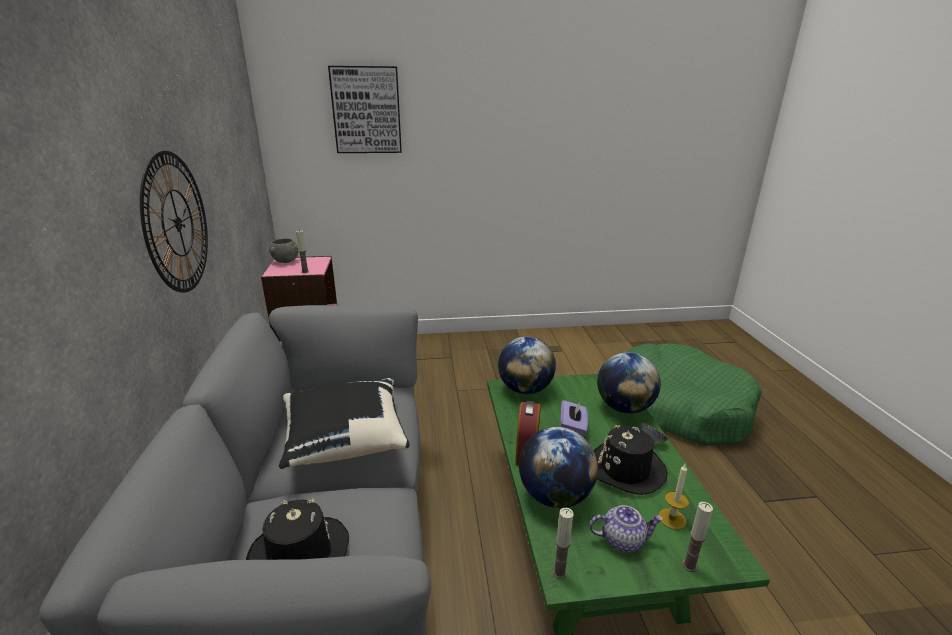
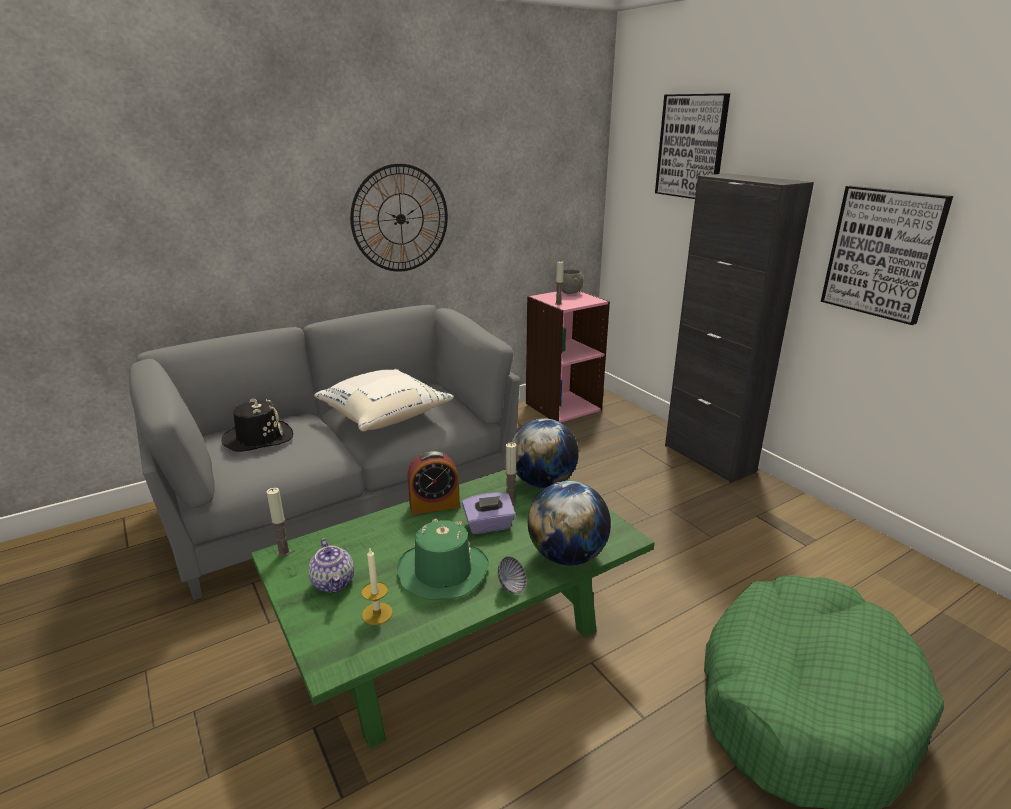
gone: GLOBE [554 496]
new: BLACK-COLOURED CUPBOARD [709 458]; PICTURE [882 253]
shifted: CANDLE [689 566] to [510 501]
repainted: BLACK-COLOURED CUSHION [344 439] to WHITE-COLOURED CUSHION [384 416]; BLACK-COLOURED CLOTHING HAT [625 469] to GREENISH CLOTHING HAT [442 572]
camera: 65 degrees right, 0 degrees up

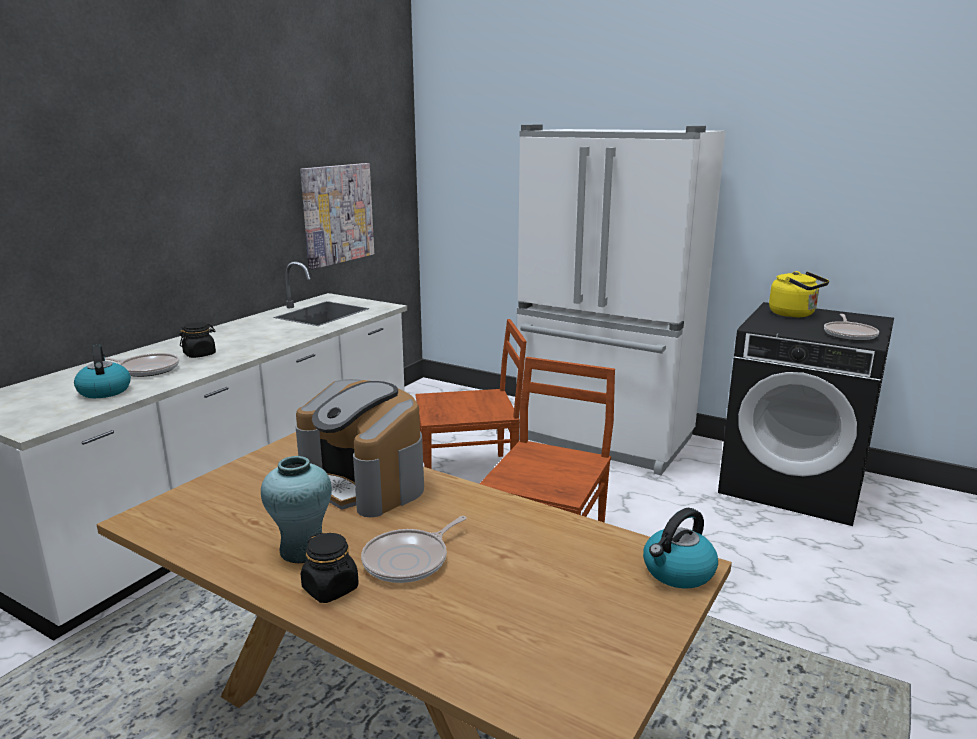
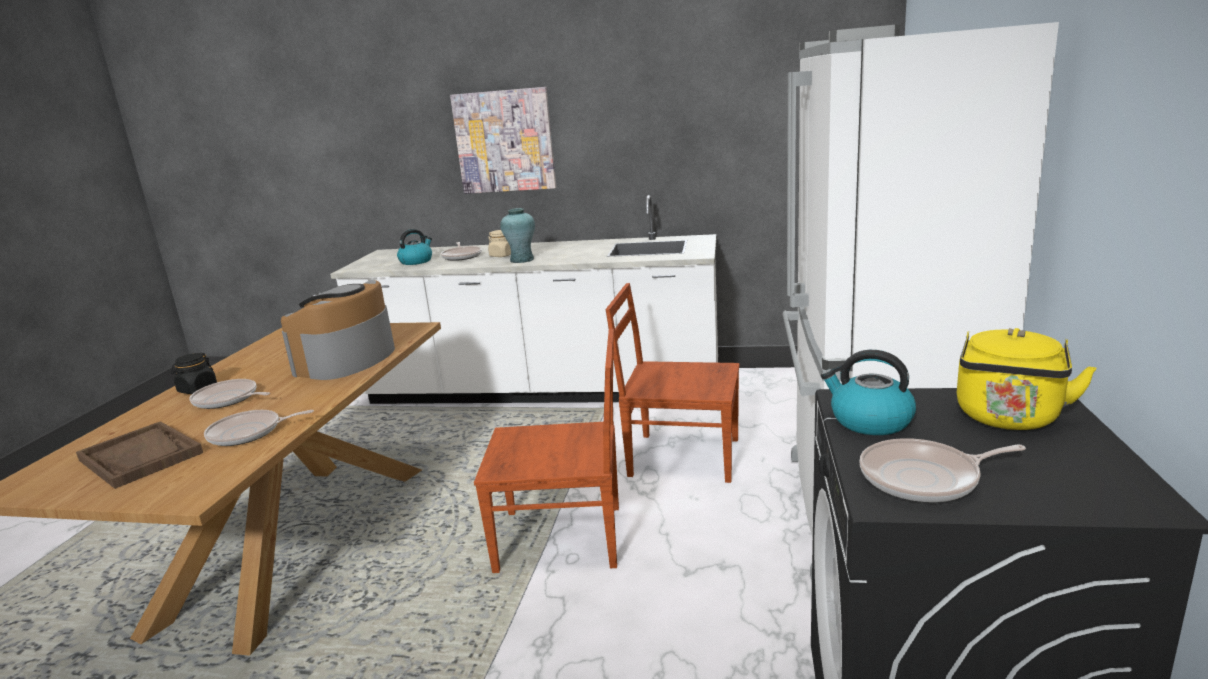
new: BROWN TRAY [141 456]; FRYING PAN [249 433]
shifted: TURQUOISE-COLOURED DECORATIVE VASE [303 550] to [521 260]; PICTURE [337 214] to [504 141]; WATER KETTLE [678 572] to [869 421]
repainted: BLACK-COLOURED PRESERVE JAR [200 354] to SAND-COLOURED PRESERVE JAR [502 255]
rotated: BROWN PLAIN CHAIR [469 474] = [681 457] 135 degrees clockwise
camera: 70 degrees right, 0 degrees up

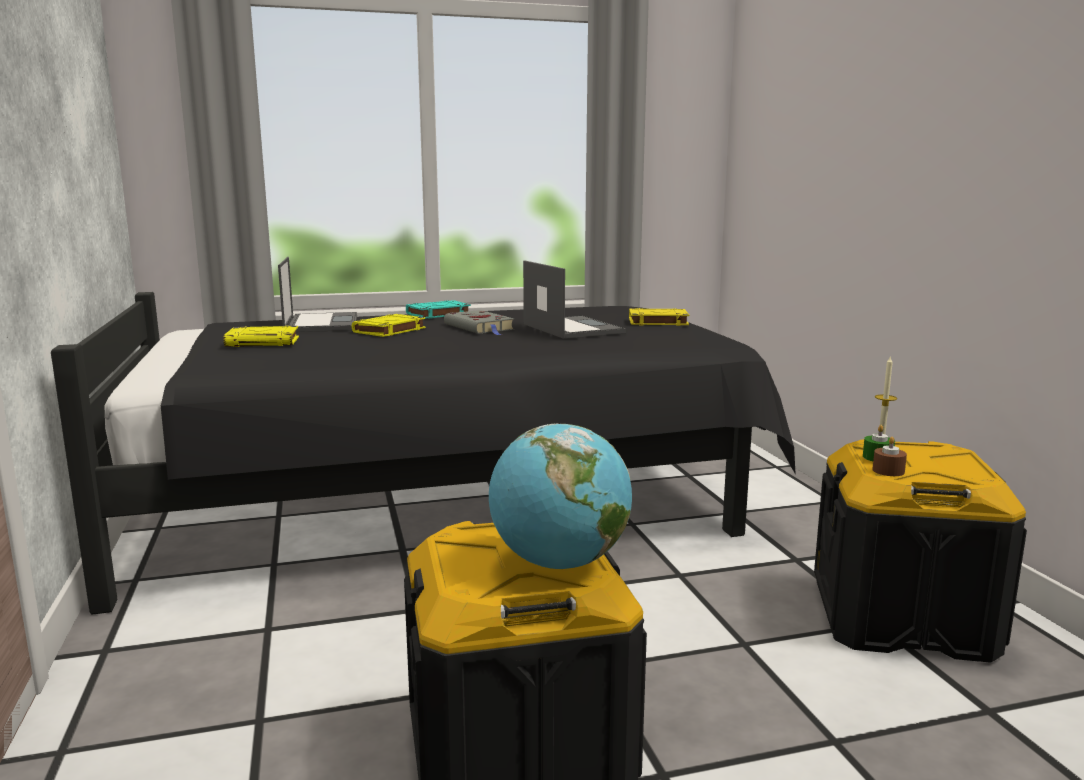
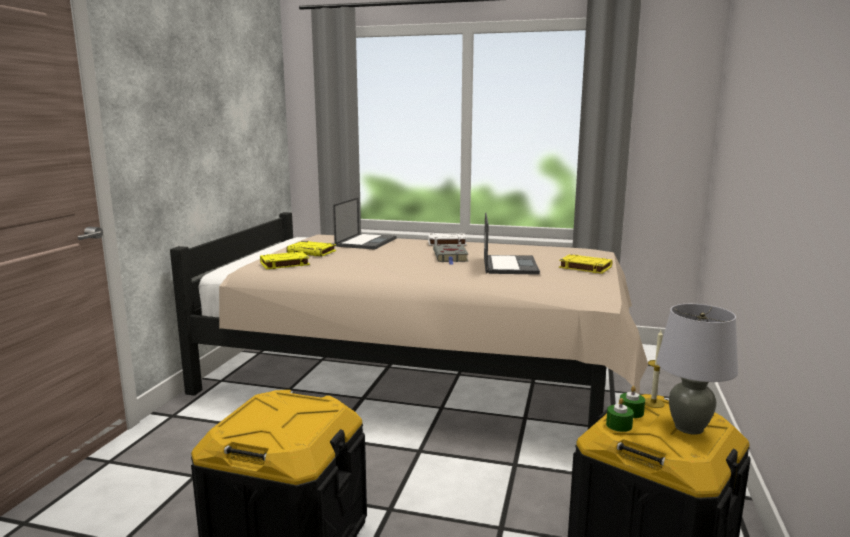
gone: GLOBE [559 563]
new: GREY TABLE LAMP [688 427]
shifted: YELLOW VOLUME [389 330] to [284 264]
repainted: BLACK-COLOURED BEDROOM BED [449 501] to SAND-COLOURED BEDROOM BED [424 372]; TURQUOISE-COLOURED VOLUME [437 314] to WHITE-COLOURED VOLUME [446 242]; BROWN CANDLE [888 471] to GREENISH CANDLE [619 425]
camera: 30 degrees right, 0 degrees up

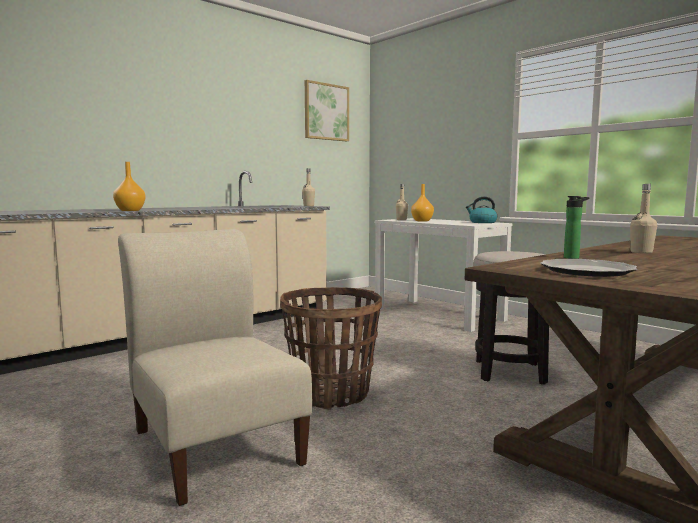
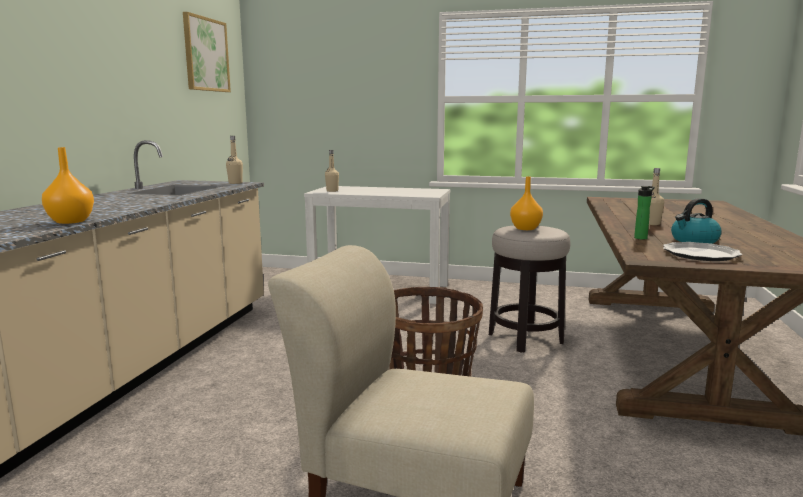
shifted: ORANGE-COLOURED DECORATIVE VASE [421 221] to [525 228]; WATER KETTLE [482 222] to [694 241]
camera: 35 degrees left, 5 degrees up

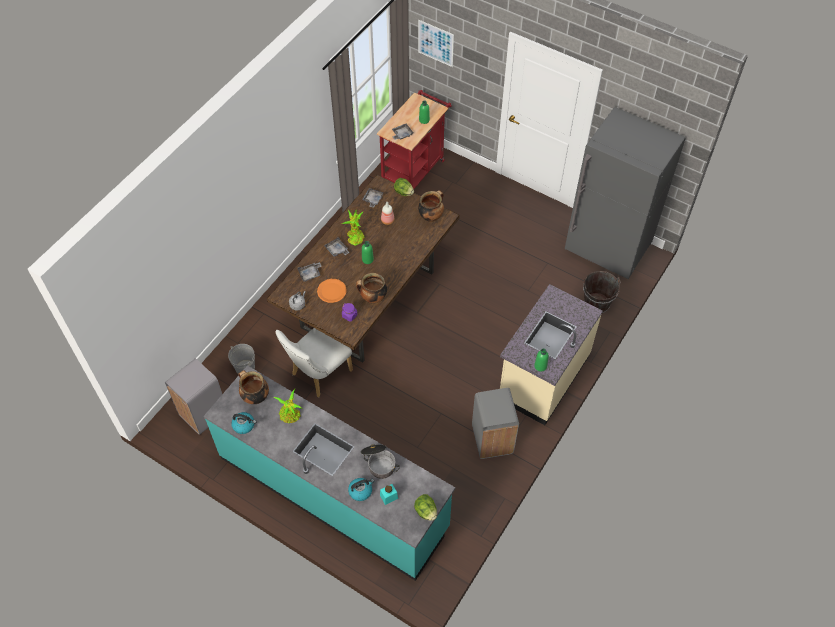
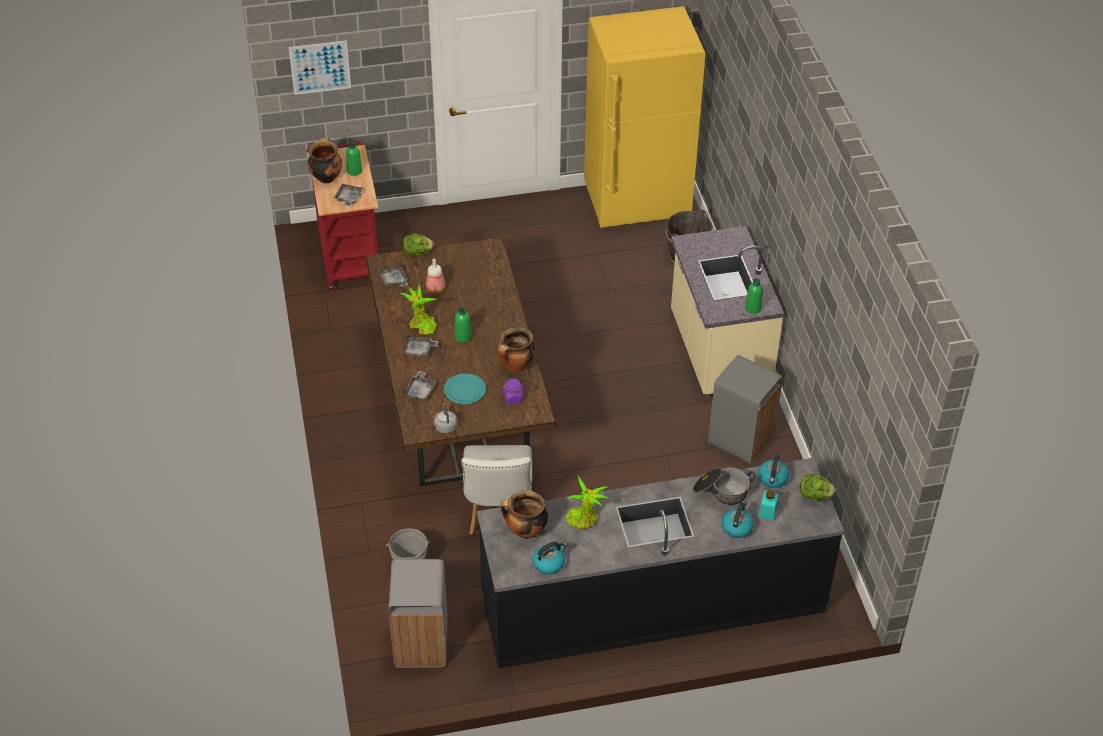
new: WATER KETTLE [773 479]
shifted: COOKING POT [431 216] to [326 177]
repainted: TURQUOISE-COLOURED KITCHEN COUNTER [333 492] to BLACK-COLOURED KITCHEN COUNTER [652 603]; ORANGE-COLOURED DINNER PLATE [332 291] to TURQUOISE-COLOURED DINNER PLATE [465 390]; GREY REFRIGERATOR [607 249] to YELLOW REFRIGERATOR [637 205]
camera: 45 degrees left, 10 degrees down

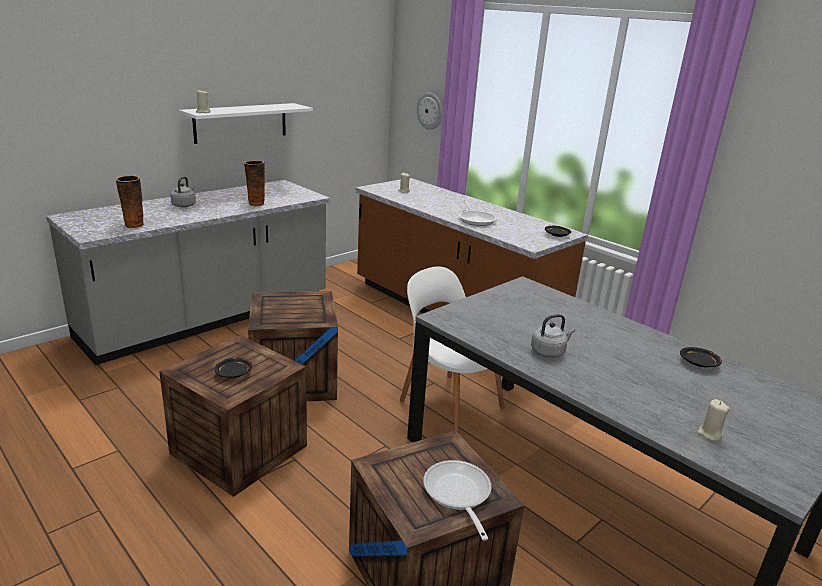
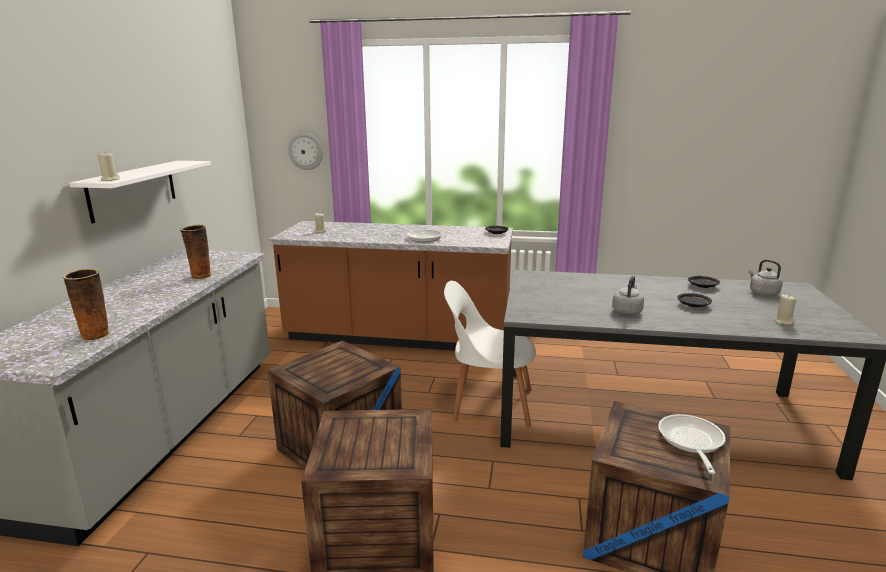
shifted: GREY WATER KETTLE [184 205] to [762 292]; BLACK-COLOURED DINNER PLATE [234 373] to [693 305]
rotated: FRYING PAN [458 495] = [691 442] 60 degrees clockwise
camera: 35 degrees left, 5 degrees down

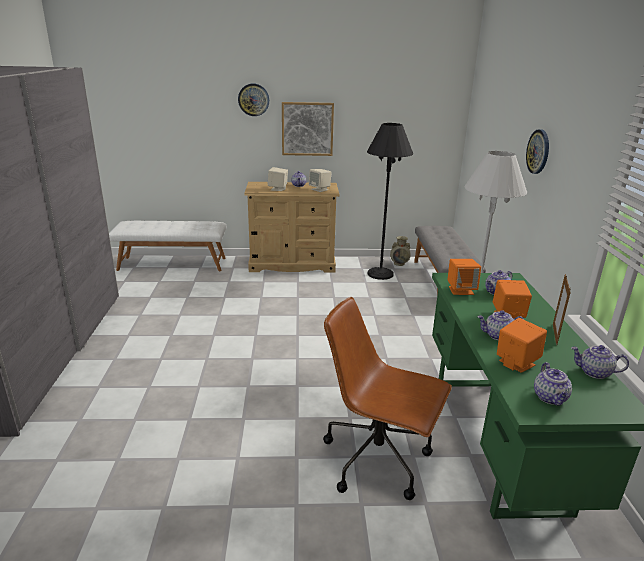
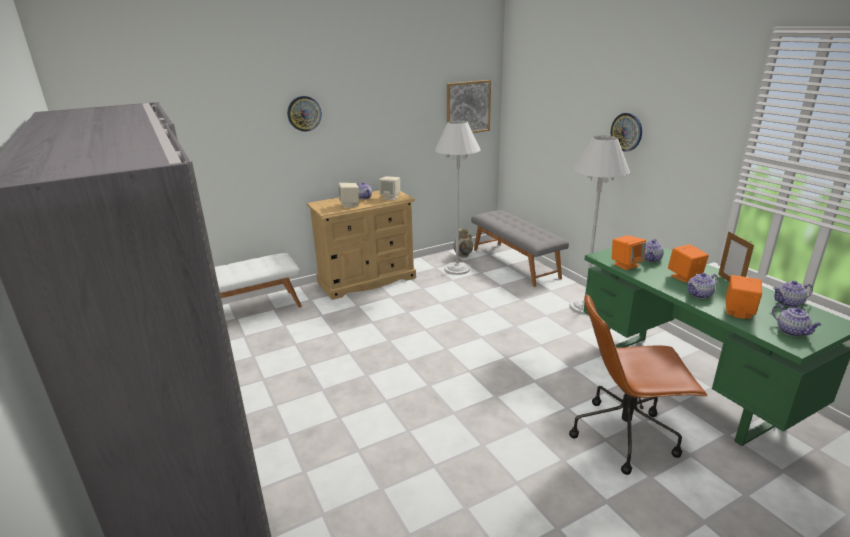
shifted: PICTURE [307 129] to [468 107]
repainted: BLACK-COLOURED STANDARD LAMP [380 274] to WHITE-COLOURED STANDARD LAMP [457 269]
camera: 25 degrees left, 0 degrees up

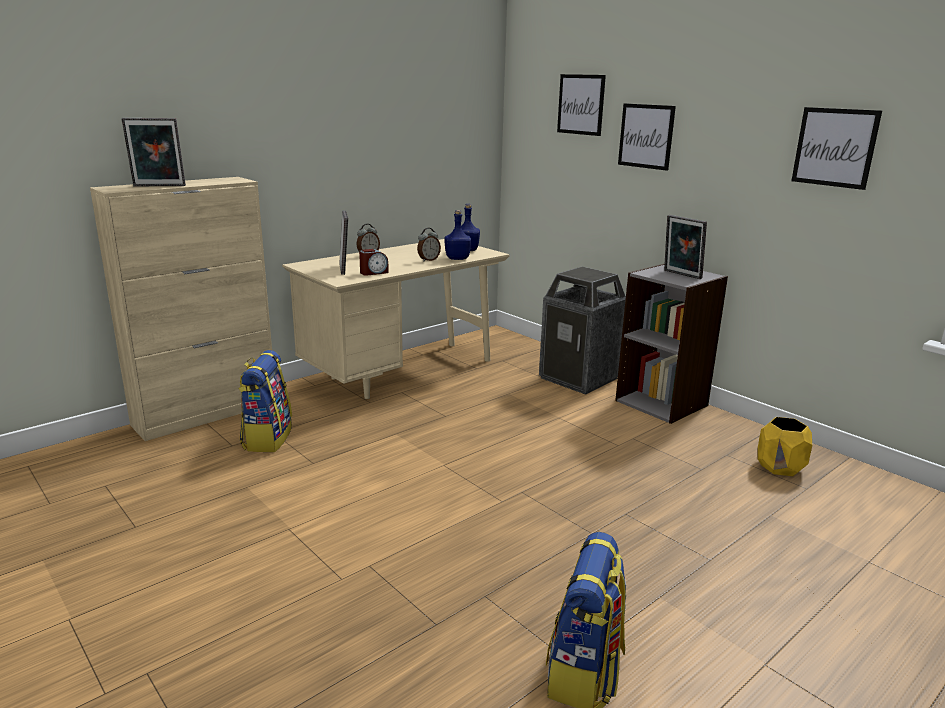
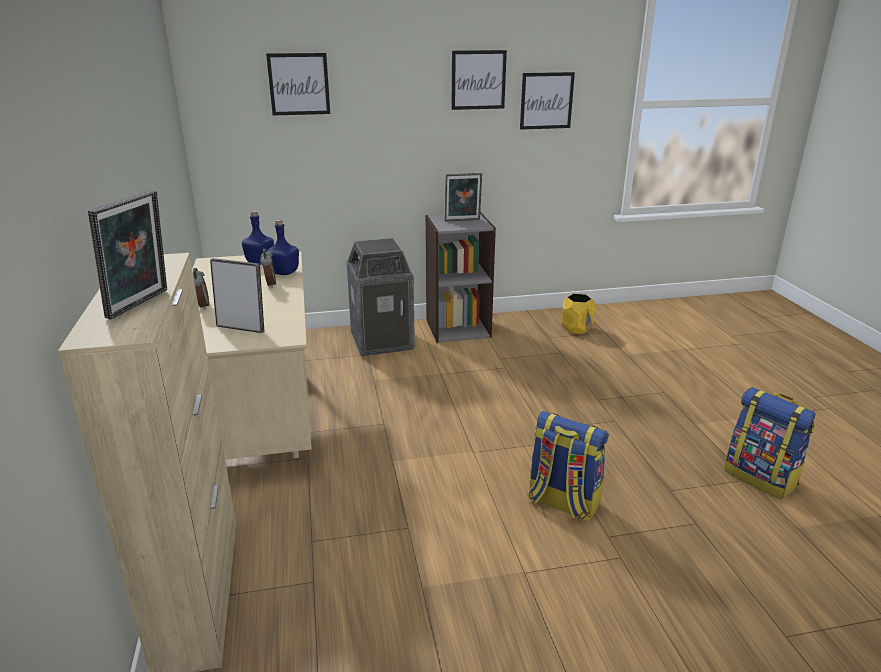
gone: ALARM CLOCK [373 272]
shifted: KNAPSACK [267 438] to [562 503]; PICTURE [646 136] to [478 80]
camera: 60 degrees left, 5 degrees up

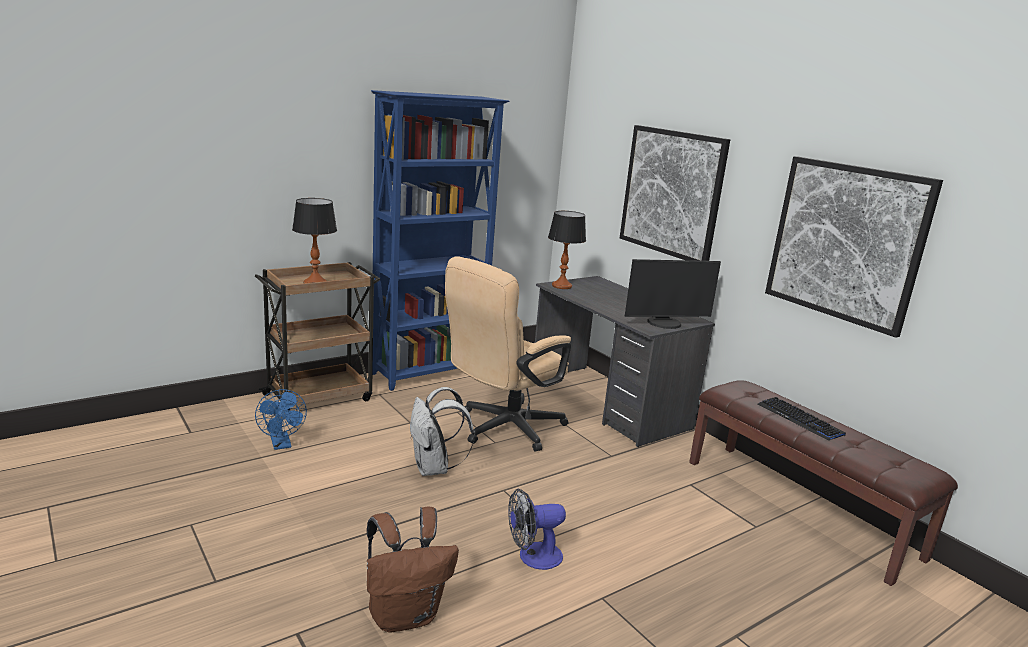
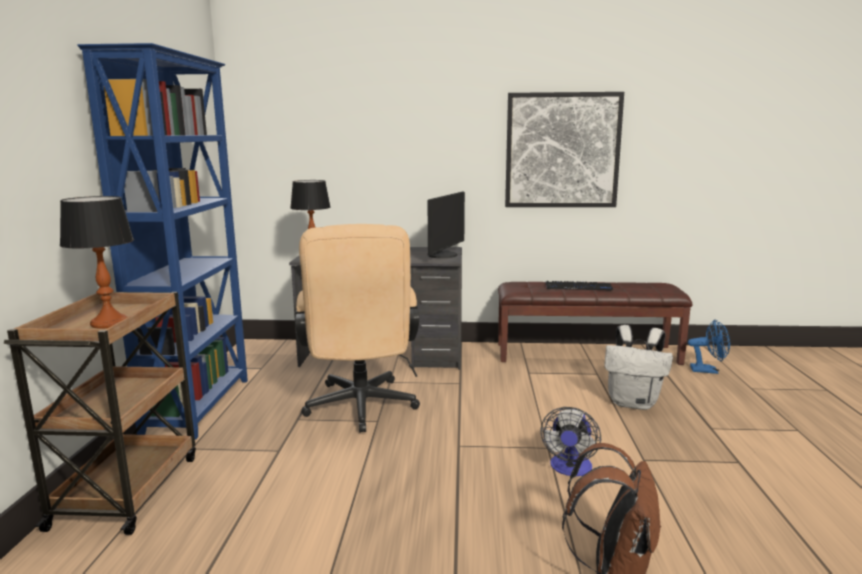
gone: PICTURE [672 193]
shifted: BLUE FAN [282 444] to [708 370]; WHITE-COLOURED KNAPSACK [434 468] to [634 403]
camera: 50 degrees left, 5 degrees down

